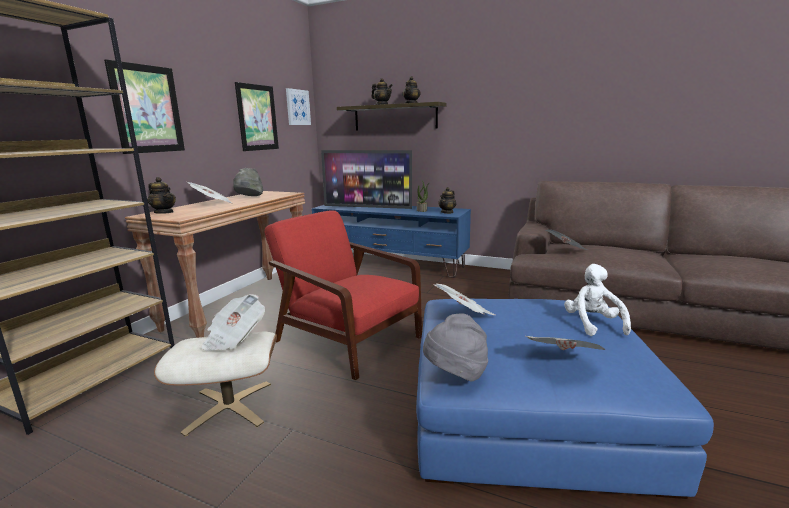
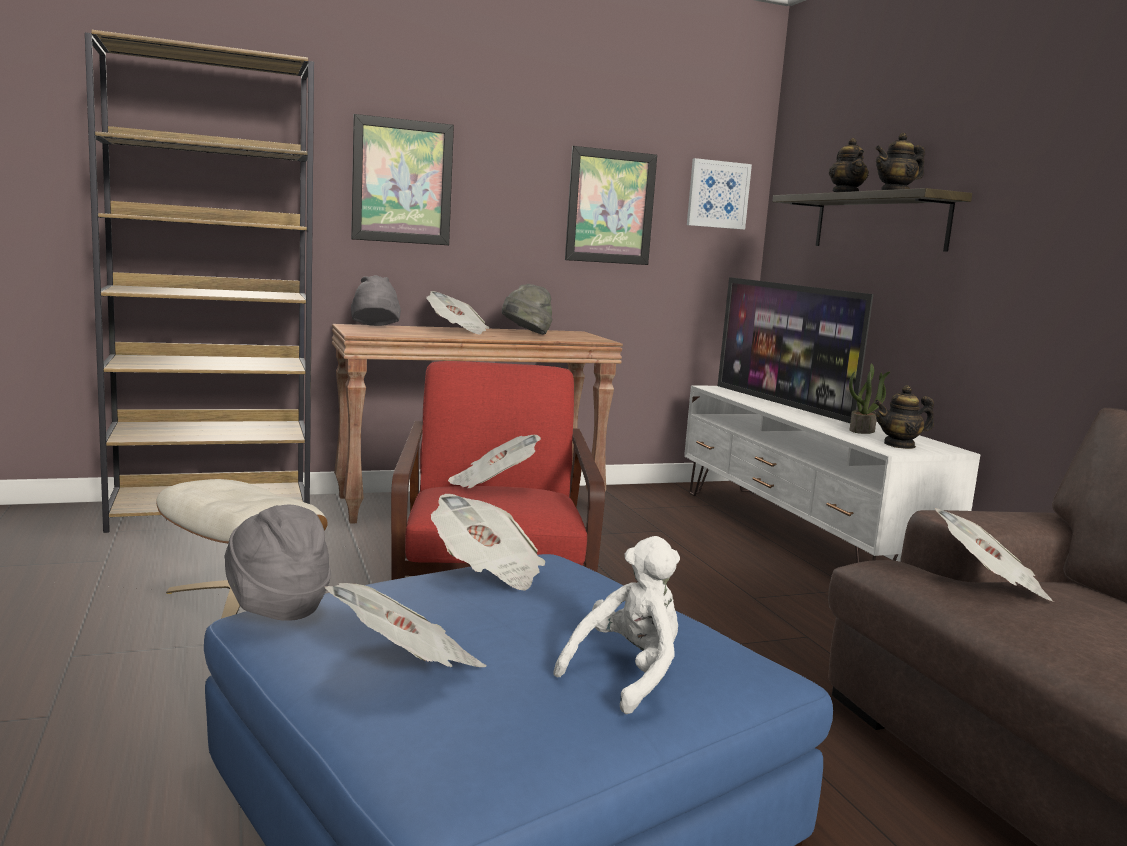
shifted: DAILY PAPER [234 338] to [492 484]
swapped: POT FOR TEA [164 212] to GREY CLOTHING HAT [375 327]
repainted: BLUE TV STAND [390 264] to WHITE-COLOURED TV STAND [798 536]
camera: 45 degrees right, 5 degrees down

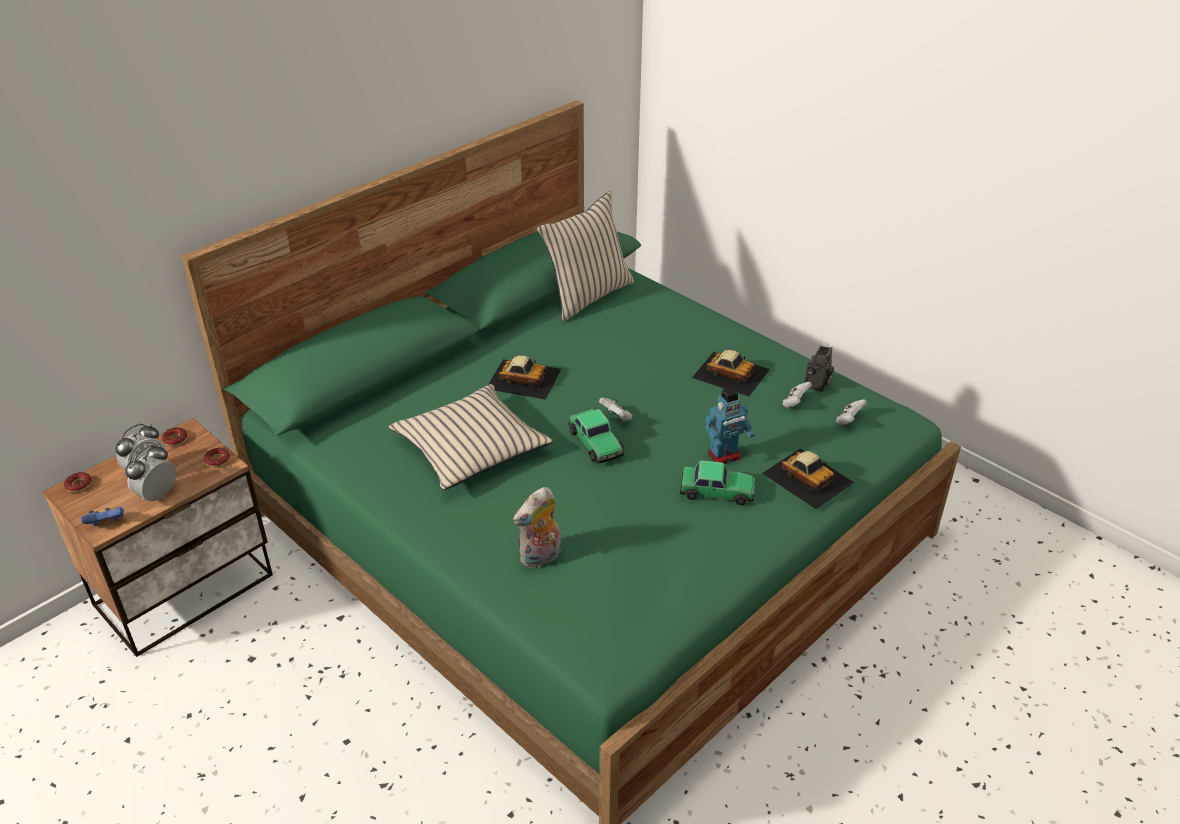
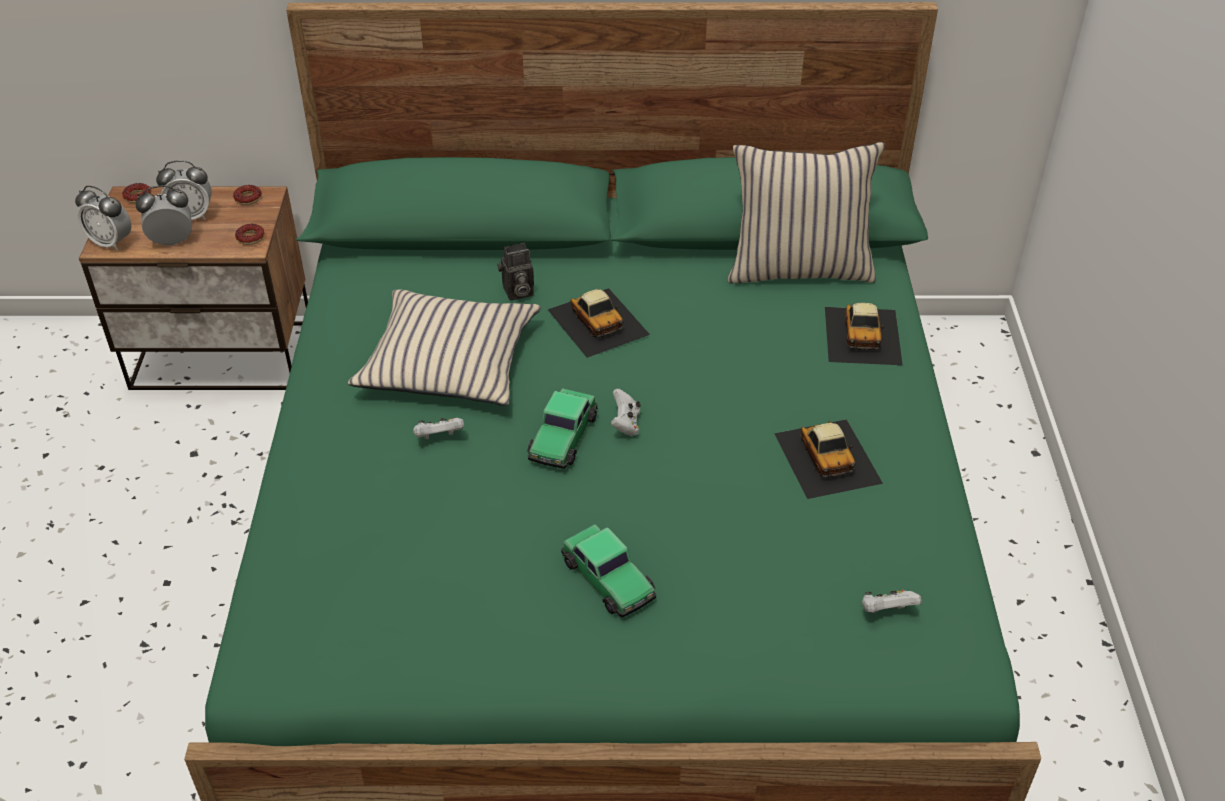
gone: SOFT TOY [540 558]; ROBOT FIGURE [724 455]
shifted: MINIATURE CAR [807 477] to [863 335]; WHITE-COLOURED JOYPAD [795 403] to [439 437]; PHOTO CAMERA [817 385] to [517 292]
swapped: BLUE JOYPAD [106 523] to ALARM CLOCK [111 242]
camera: 45 degrees right, 5 degrees up

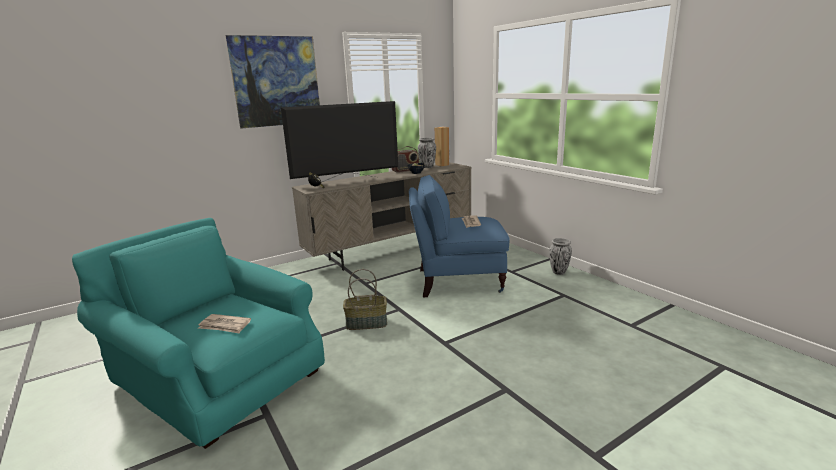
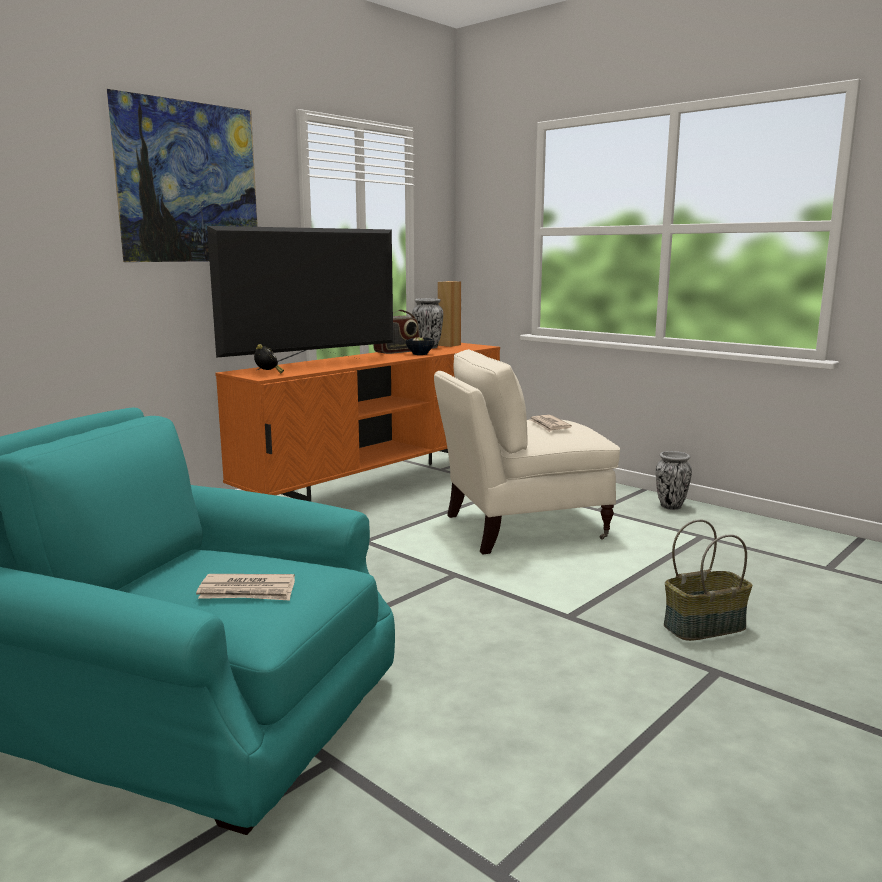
shifted: HOUSEHOLD BASKET [367 323] to [704 626]
repainted: SAND-COLOURED TV STAND [393 250] to ORANGE-COLOURED TV STAND [378 490]; BLUE EASY CHAIR [456 280] to SAND-COLOURED EASY CHAIR [520 527]
camera: 15 degrees left, 5 degrees down

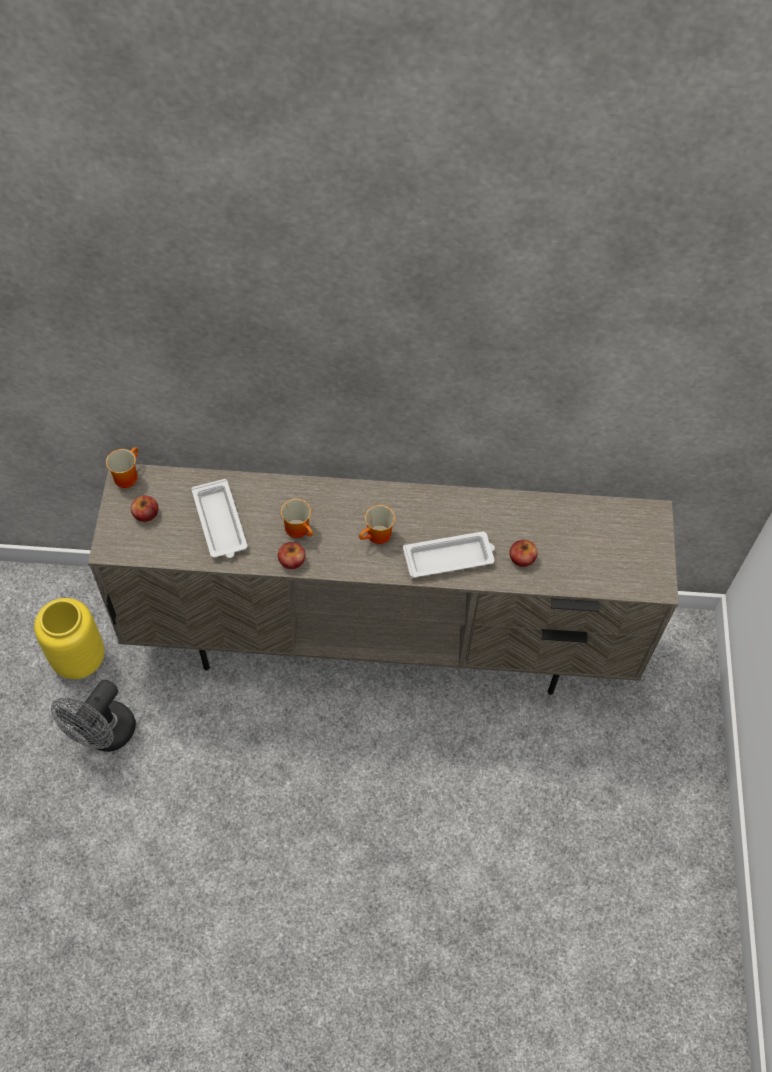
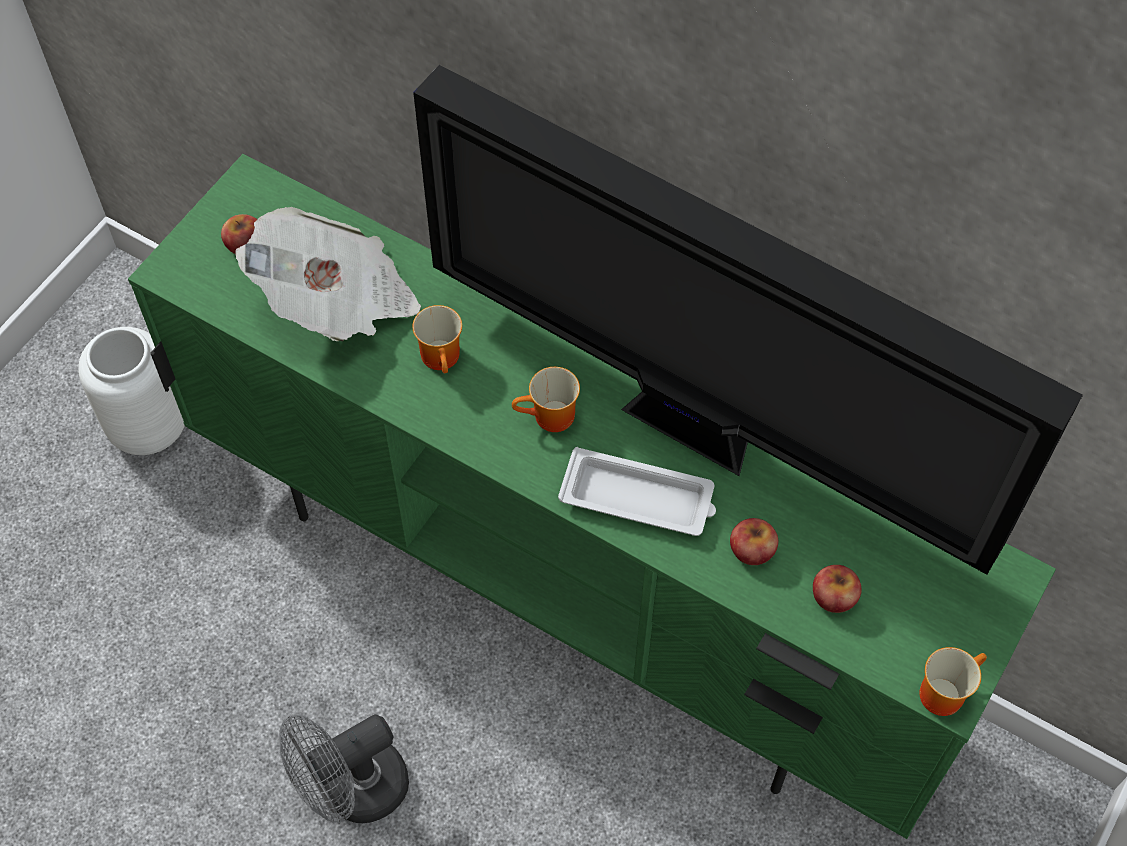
new: TELEVISION [698 433]
shifted: GREY FAN [104 735] to [353 791]; MUG [126 475] to [943 689]; WHOLE APPLE [292 560] to [834 595]
swapped: WHITE-COLOURED TRAY [220 523] to DAILY PAPER [337 301]
repainted: YELLOW DECORATIVE VASE [79 660] to WHITE-COLOURED DECORATIVE VASE [147 429]; SAND-COLOURED TV STAND [383 640] to GREENISH TV STAND [570 594]
camera: 30 degrees right, 0 degrees up

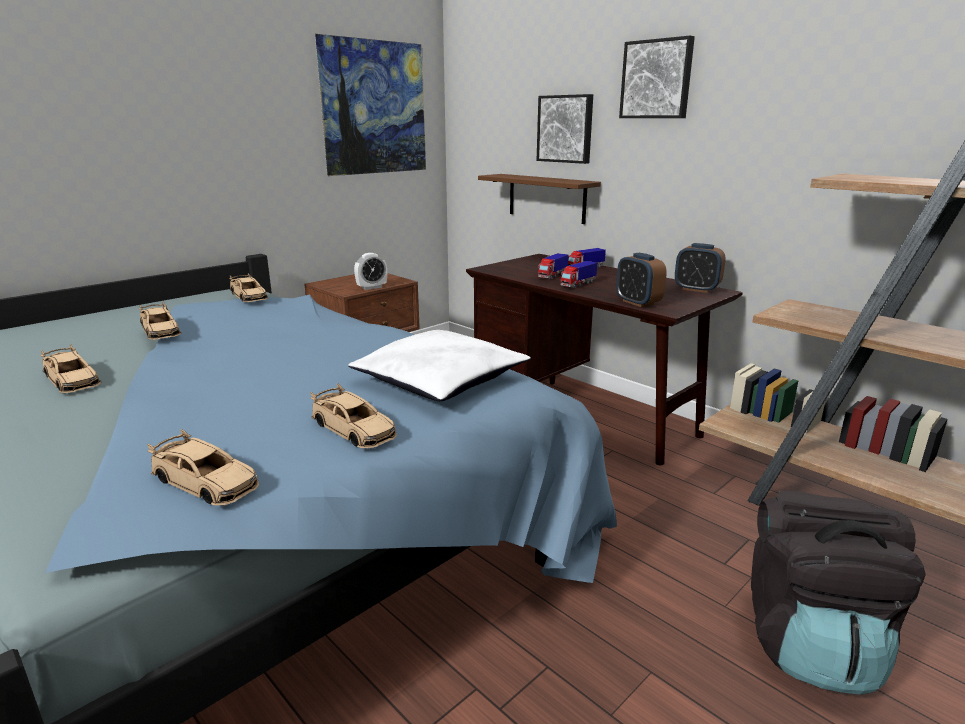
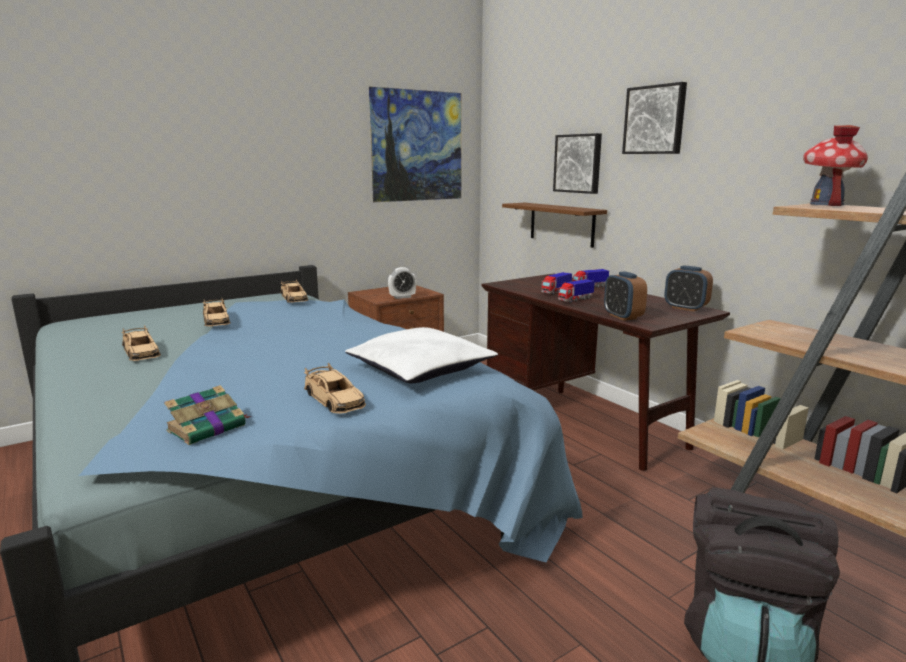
new: MINIATURE HOUSE [826 204]
swapped: SAND-COLOURED MINIATURE CAR [206 482] to VOLUME [208 427]
camera: 10 degrees right, 5 degrees down

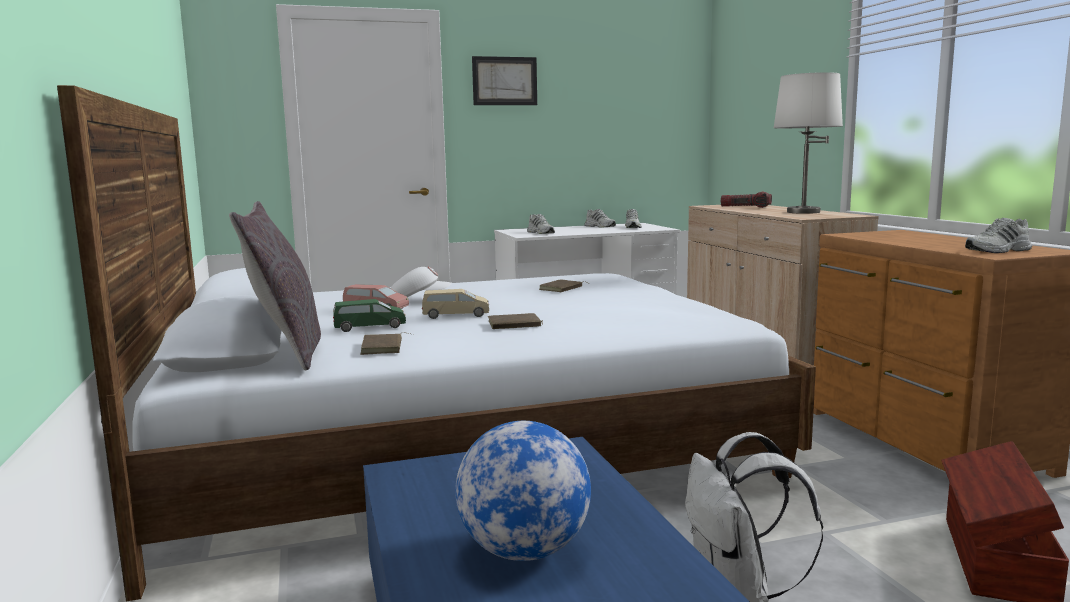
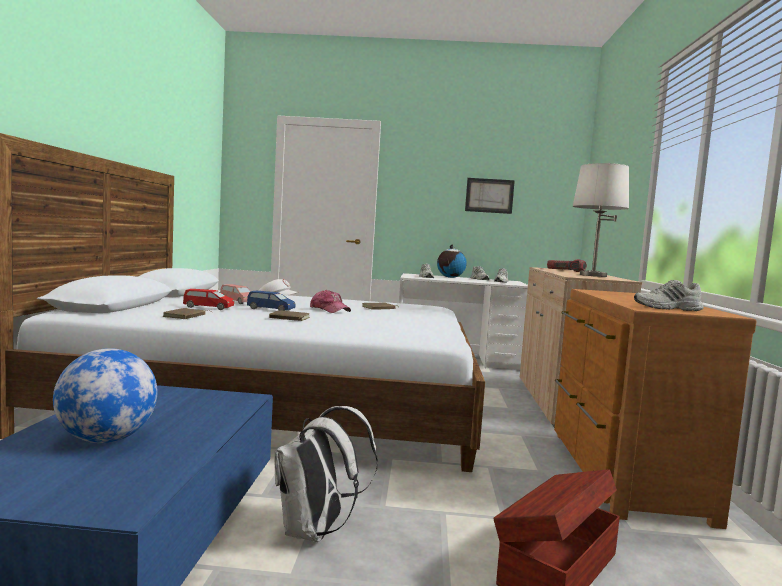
gone: GREY CUSHION [286 352]
new: BASEBALL CAP [329 310]; GLOBE [450 277]
shifted: PICTURE [504 81] to [489 195]
repainted: GREENISH MINIATURE CAR [369 327] to REDDISH MINIATURE CAR [208 307]; SAND-COLOURED MINIATURE CAR [456 315] to BLUE MINIATURE CAR [270 309]
camera: 20 degrees right, 5 degrees down

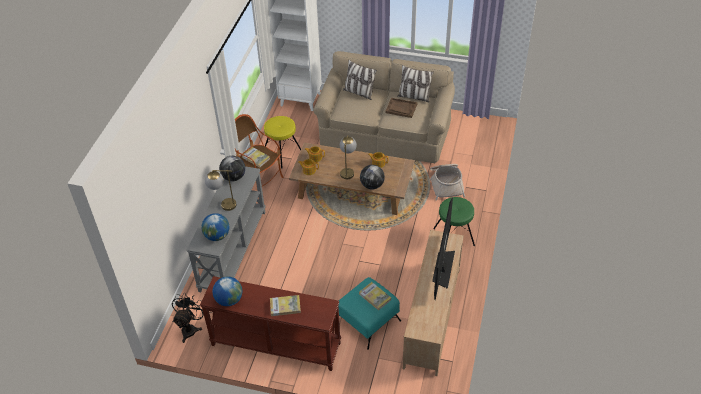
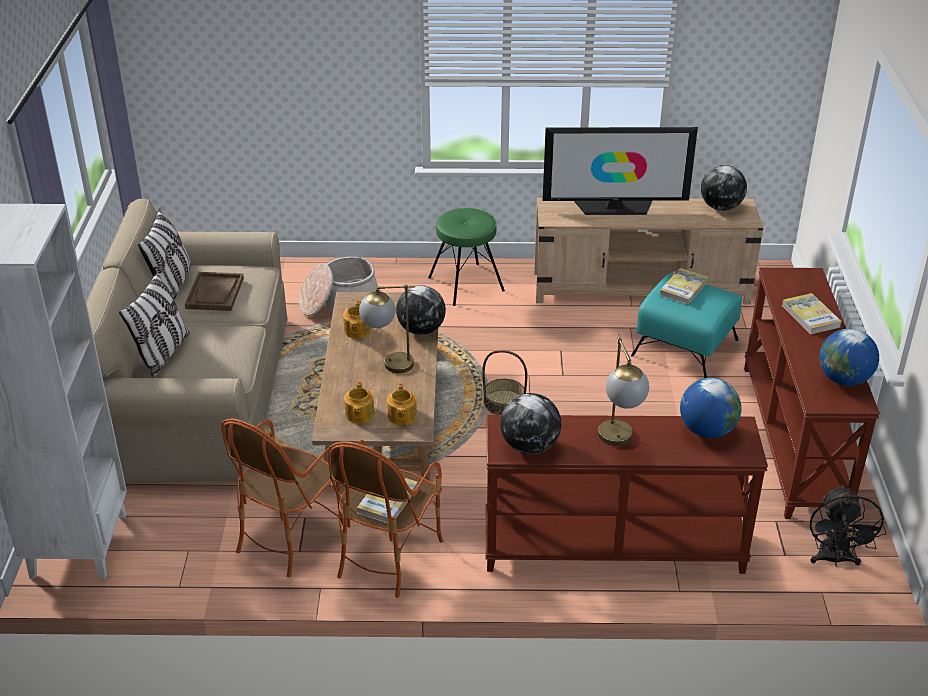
new: HOUSEHOLD BASKET [504 402]; GLOBE [721 207]
swapped: YELLOW SITTING STOOL [282 153] to EASY CHAIR [289 535]
repainted: GREY NARROW TABLE [232 250] to BROWN NARROW TABLE [612 549]
rotated: BLACK-COLOURED FAN [190 328] = [834 560] 90 degrees counterclockwise
camera: 105 degrees left, 10 degrees down

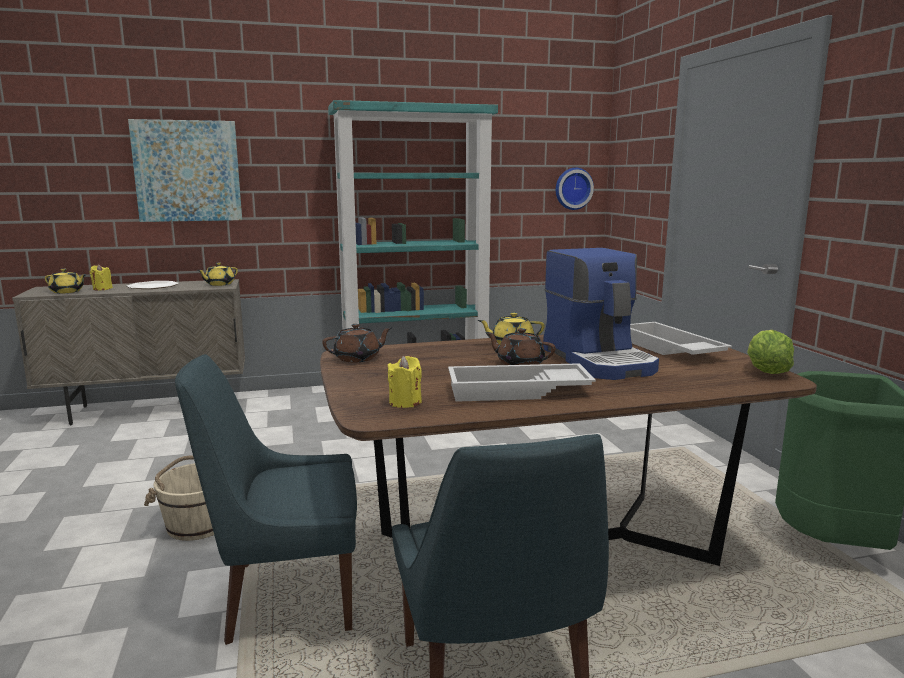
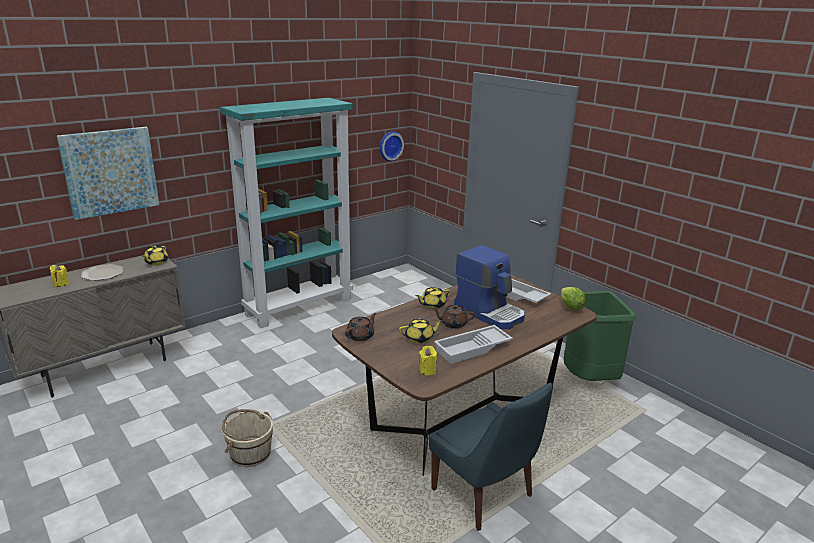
gone: BLUE PLAIN CHAIR [286 596]
shifted: YELLOW POT FOR TEA [67 292] to [419 338]
camera: 25 degrees left, 10 degrees up

